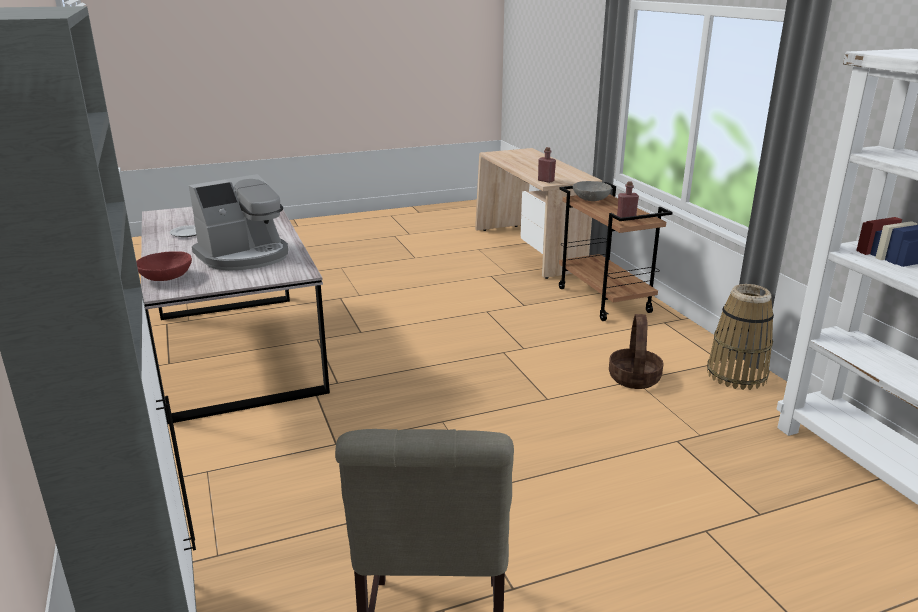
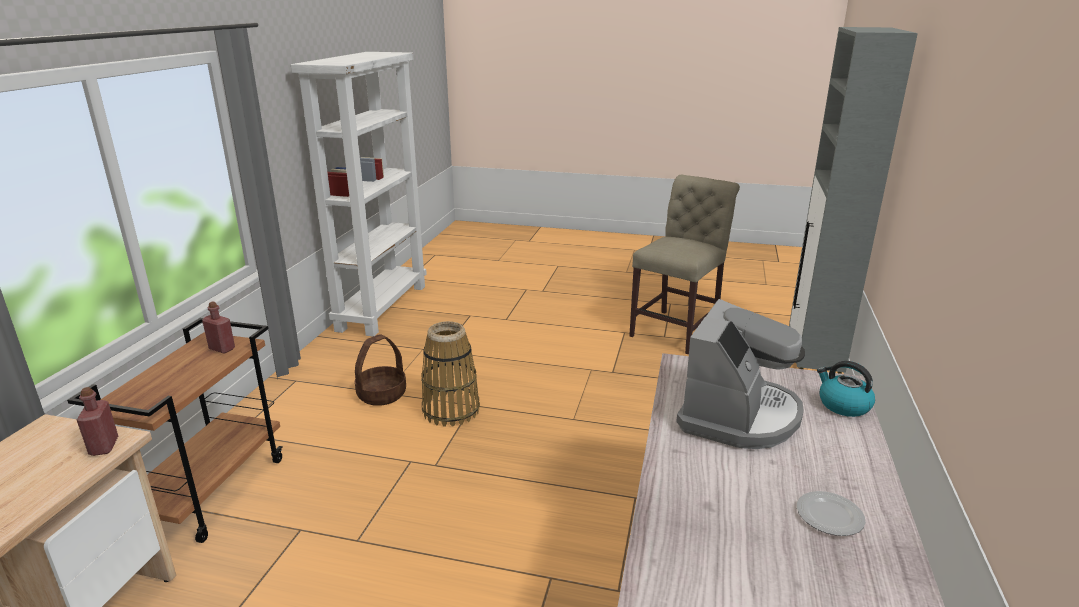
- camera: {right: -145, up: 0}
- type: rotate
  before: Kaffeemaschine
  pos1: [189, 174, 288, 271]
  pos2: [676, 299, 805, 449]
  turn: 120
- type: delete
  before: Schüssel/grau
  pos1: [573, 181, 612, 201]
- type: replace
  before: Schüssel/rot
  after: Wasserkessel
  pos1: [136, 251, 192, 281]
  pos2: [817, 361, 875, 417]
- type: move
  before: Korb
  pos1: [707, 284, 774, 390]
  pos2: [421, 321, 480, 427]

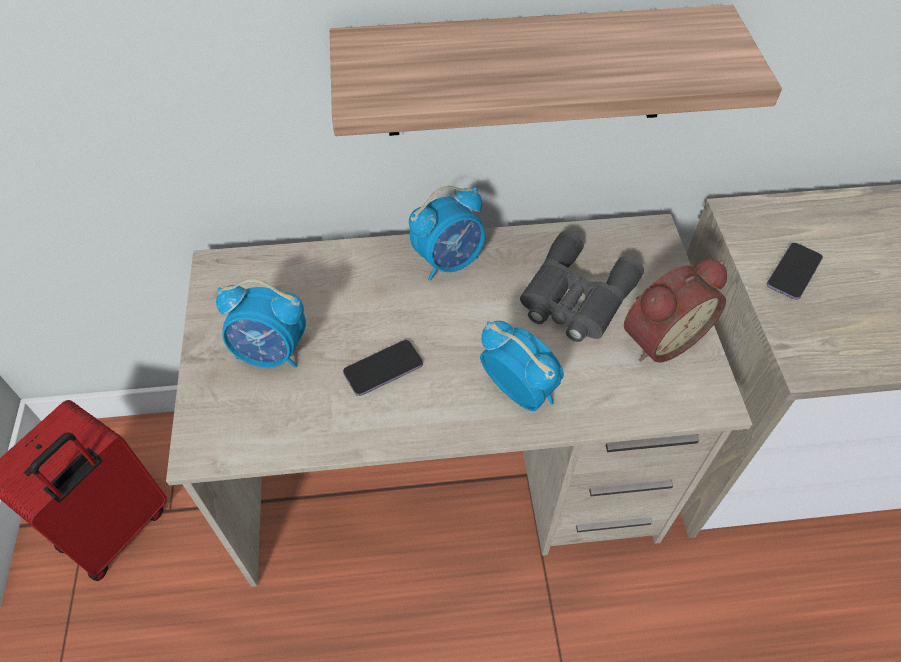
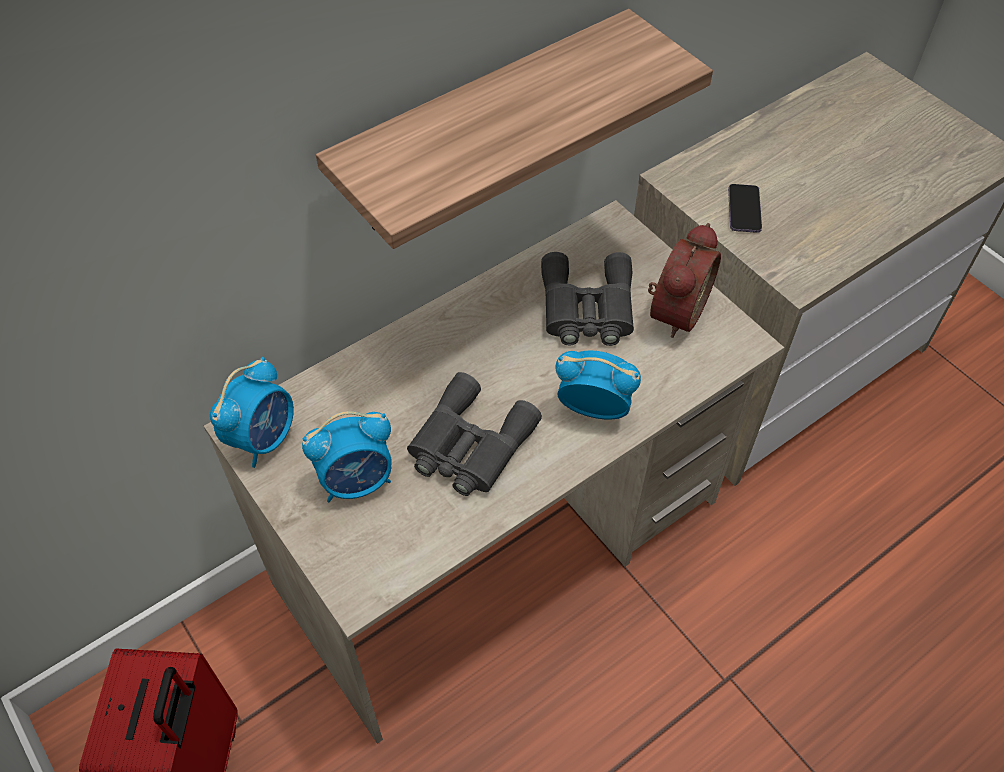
- camera: {right: -30, up: 0}
- type: move
  before: Wecker
  pos1: [409, 186, 485, 281]
  pos2: [210, 357, 294, 468]
- type: replace
  before: Handy
  after: Fernglas/grau
  pos1: [343, 340, 423, 396]
  pos2: [407, 372, 542, 496]

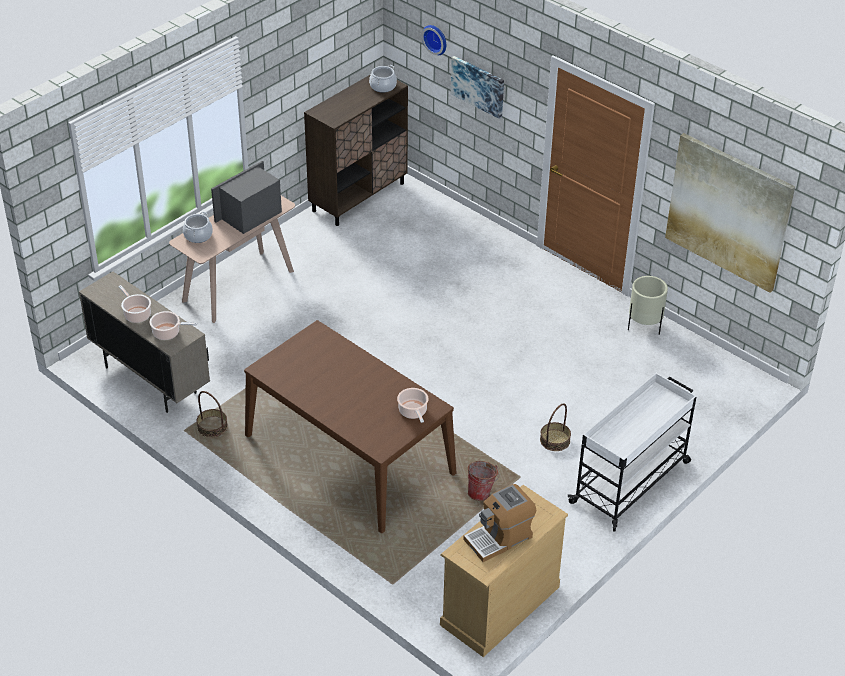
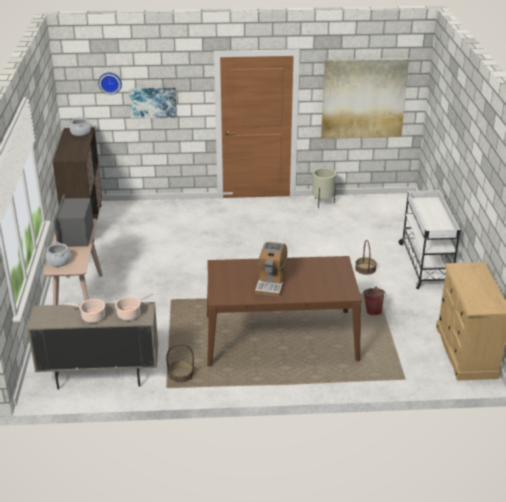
- camera: {right: -45, up: -10}
- type: delete
  before: Kochtopf
  pos1: [397, 388, 429, 423]
- type: move
  before: Kaffeemaschine
  pos1: [463, 484, 536, 562]
  pos2: [255, 242, 287, 297]

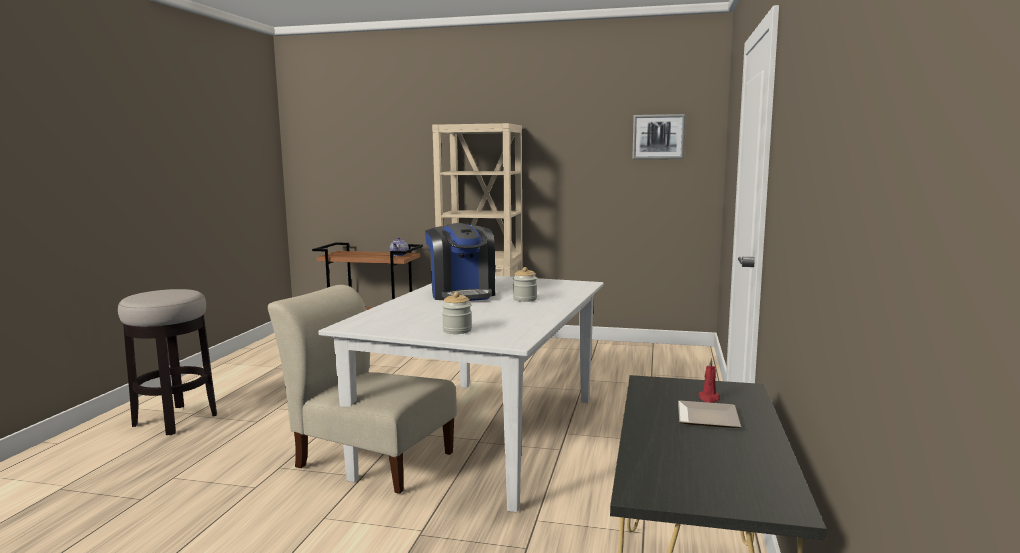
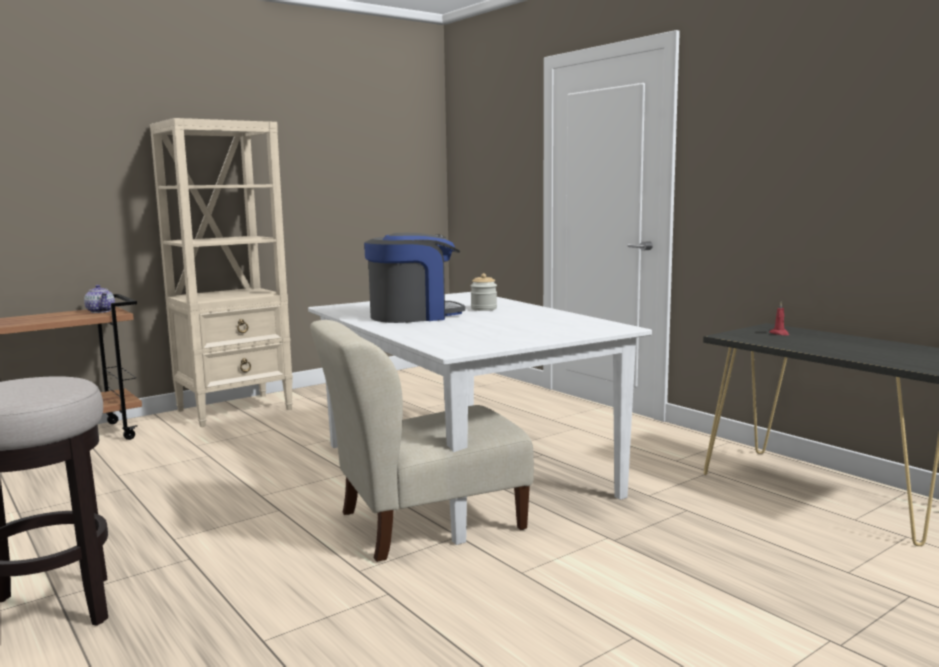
- camera: {right: -50, up: 0}
- type: delete
  before: Bild
  pos1: [632, 114, 685, 159]
- type: rotate
  before: Kaffeemaschine
  pos1: [425, 223, 495, 301]
  pos2: [364, 233, 465, 323]
  turn: -45
- type: delete
  before: Vorratsglas
  pos1: [442, 292, 472, 334]
- type: delete
  before: Teller
  pos1: [678, 401, 741, 428]

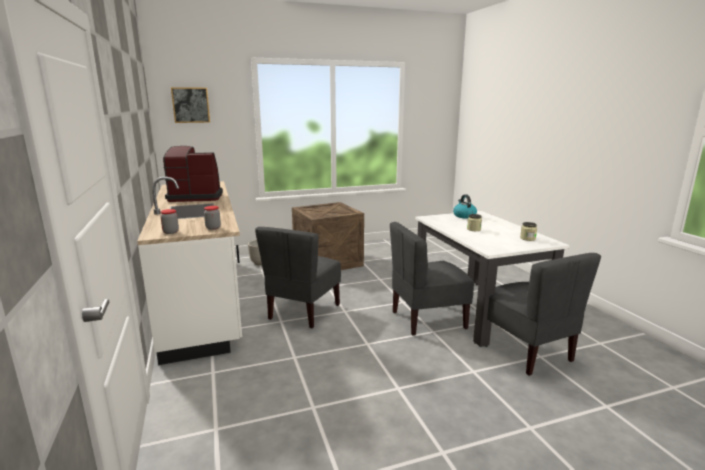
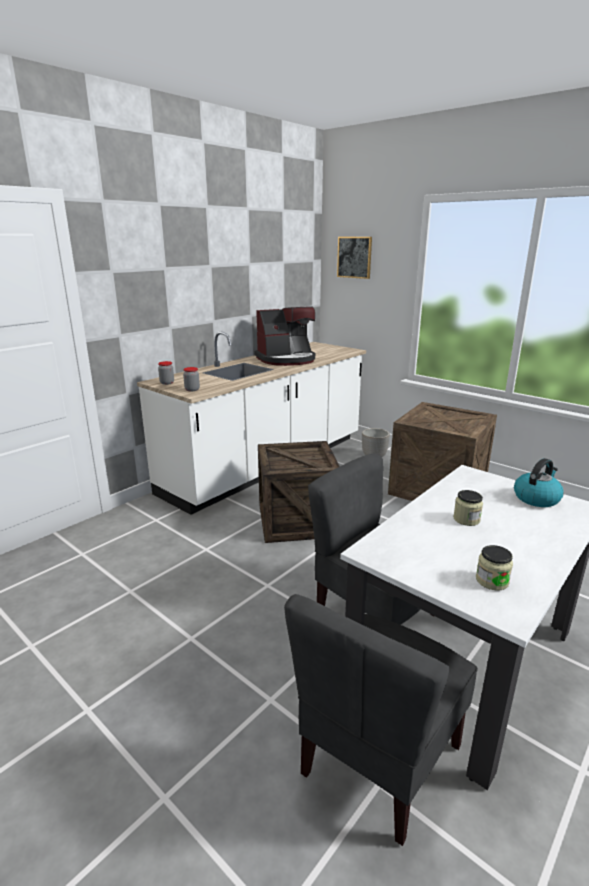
- camera: {right: 60, up: 5}
- type: rotate
  before: Kaffeemaschine
  pos1: [163, 146, 223, 202]
  pos2: [254, 306, 315, 366]
  turn: 105
- type: replace
  before: Stuhl/grau
  after: Kiste
  pos1: [255, 227, 341, 328]
  pos2: [258, 441, 340, 543]

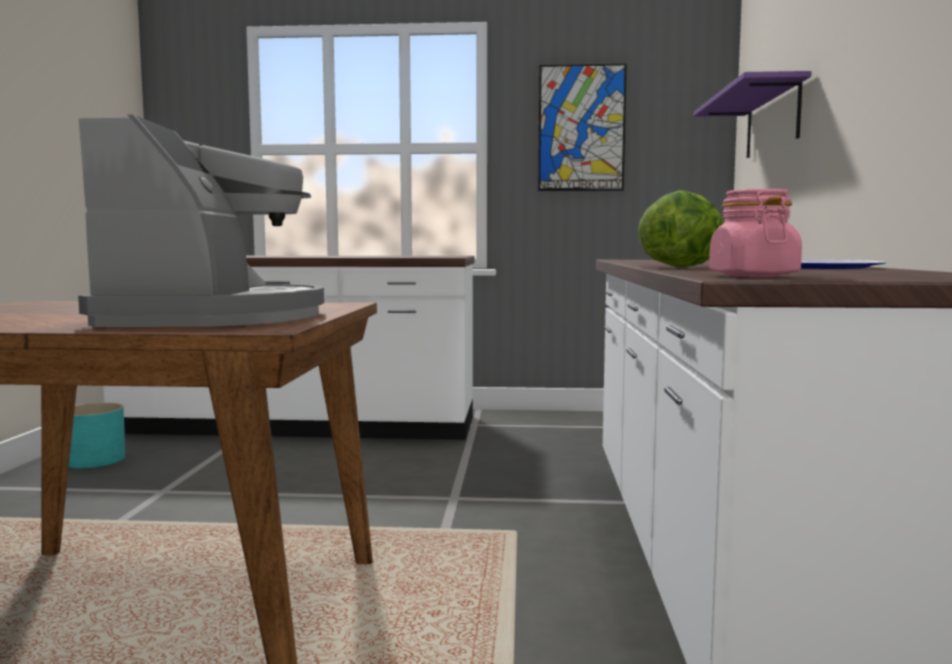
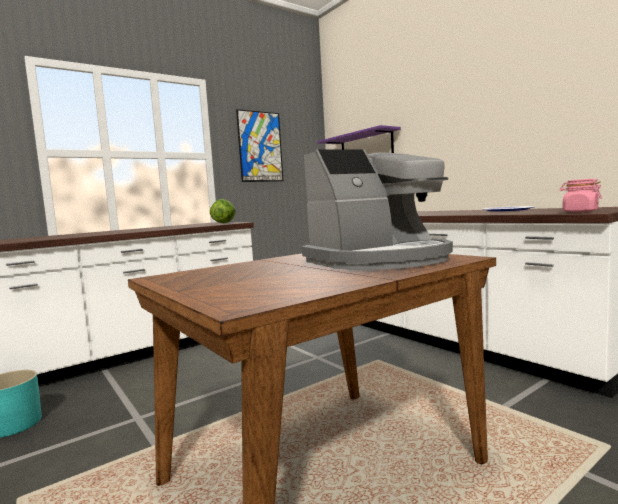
- camera: {right: -40, up: 0}
- type: rotate
  before: Kaffeemaschine
  pos1: [78, 115, 324, 327]
  pos2: [302, 149, 453, 270]
  turn: 105
- type: move
  before: Salatkopf
  pos1: [638, 190, 724, 268]
  pos2: [210, 199, 235, 223]

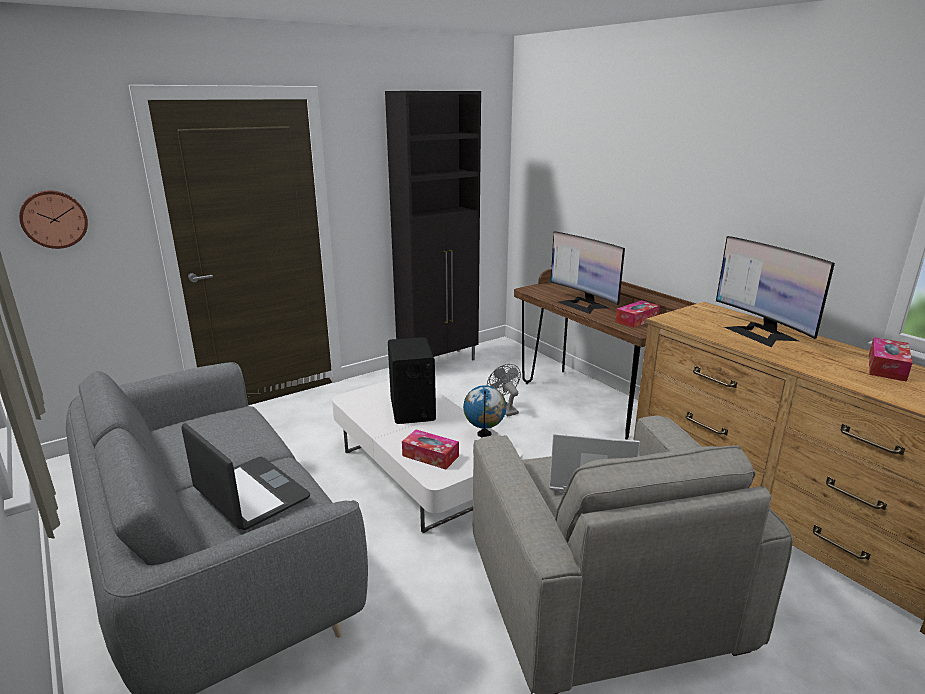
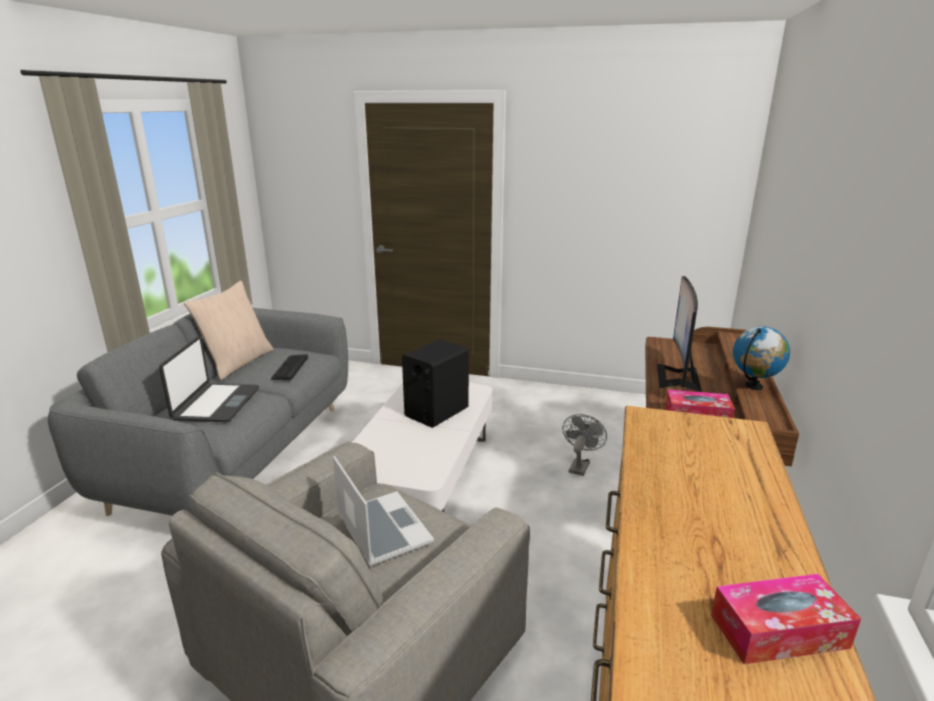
- camera: {right: 50, up: 0}
- type: delete
  before: Schrank/schwarz
  pos1: [385, 91, 481, 360]
- type: delete
  before: Wanduhr
  pos1: [19, 191, 88, 249]
- type: delete
  before: Monitor
  pos1: [716, 236, 835, 347]
- type: move
  before: Globus
  pos1: [463, 385, 506, 438]
  pos2: [733, 326, 790, 390]
- type: delete
  before: Taschentuchbox
  pos1: [402, 430, 459, 469]
- type: insert
  after: Kissen/beige
  pos2: [184, 281, 273, 380]
- type: insert
  after: Tastatur
  pos2: [271, 354, 308, 380]

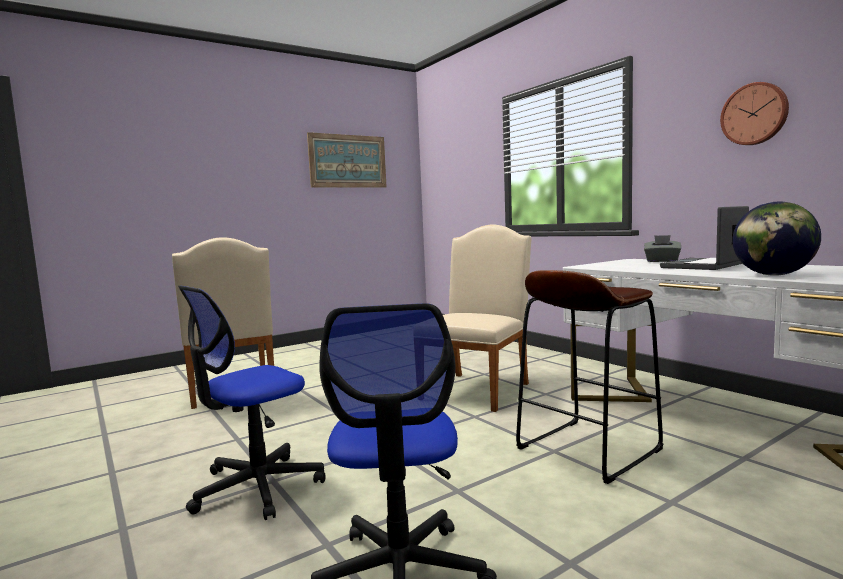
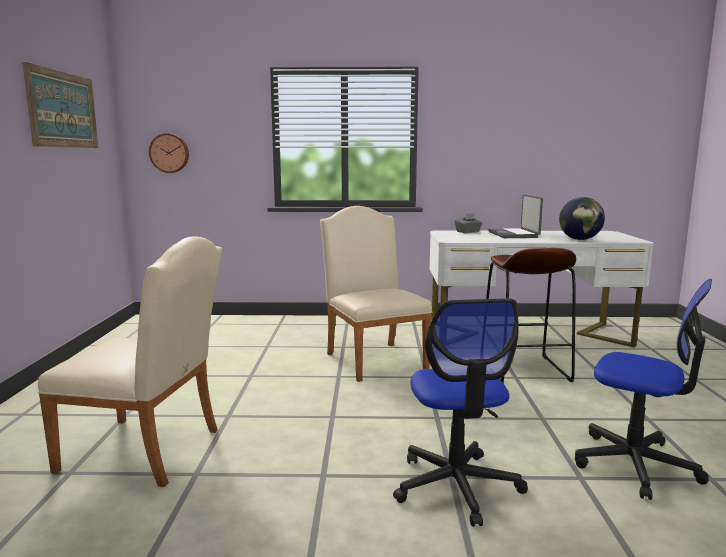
- camera: {right: -55, up: 5}
- type: move
  before: Wanduhr
  pos1: [720, 82, 789, 145]
  pos2: [149, 133, 189, 173]

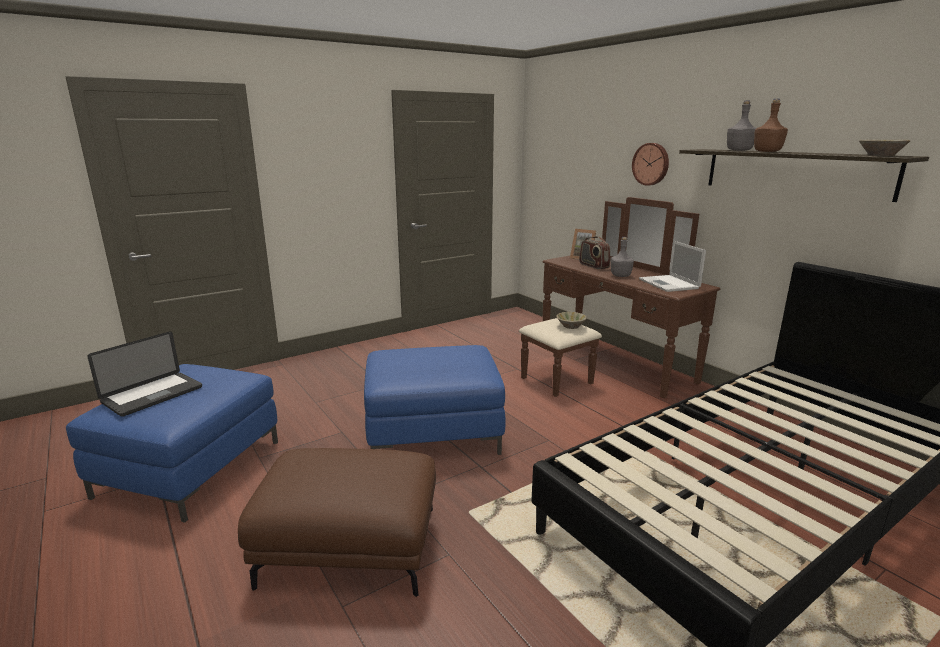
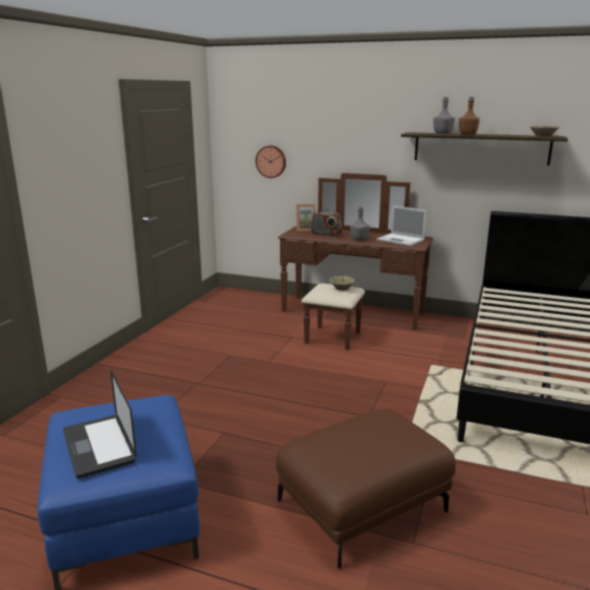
- camera: {right: -35, up: 0}
- type: move
  before: Wanduhr
  pos1: [632, 143, 669, 186]
  pos2: [255, 145, 286, 178]
- type: rotate
  before: Laptop
  pos1: [87, 331, 202, 417]
  pos2: [63, 370, 136, 479]
  turn: 150
- type: delete
  before: Polsterhocker/blau
  pos1: [364, 345, 506, 455]

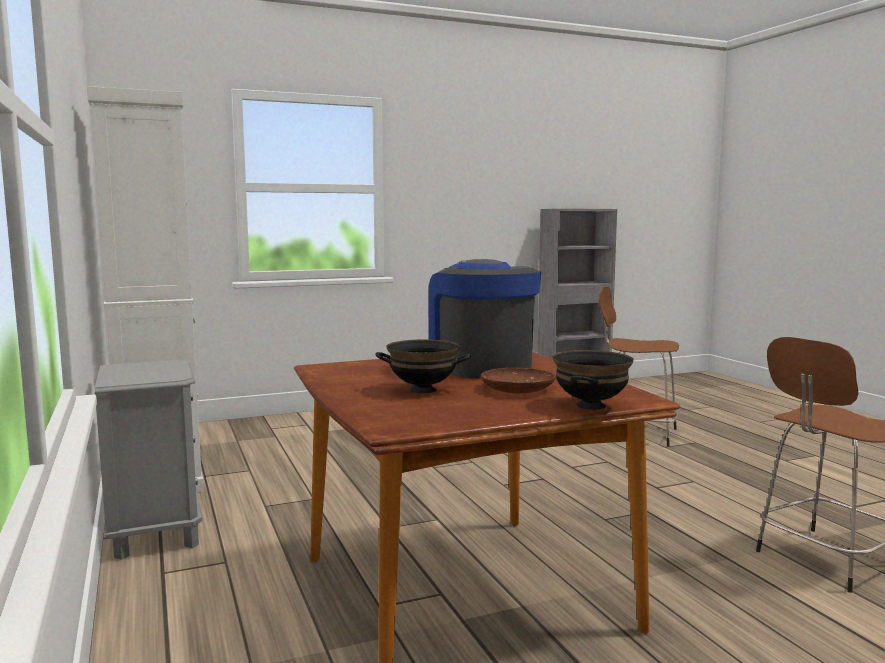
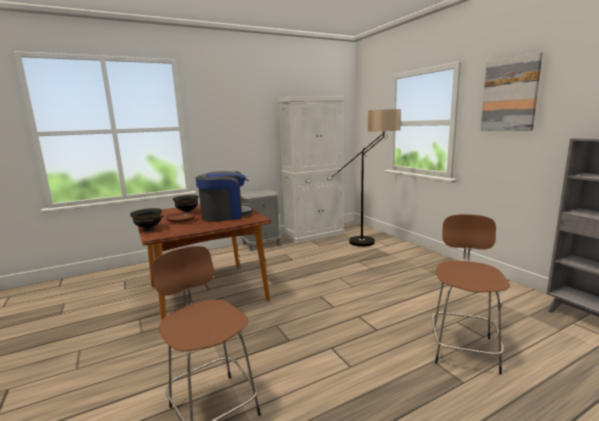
- camera: {right: 85, up: 5}
- type: insert
  after: Bild
  pos2: [481, 52, 543, 131]
- type: insert
  after: Stehlampe
  pos2: [332, 109, 401, 247]

